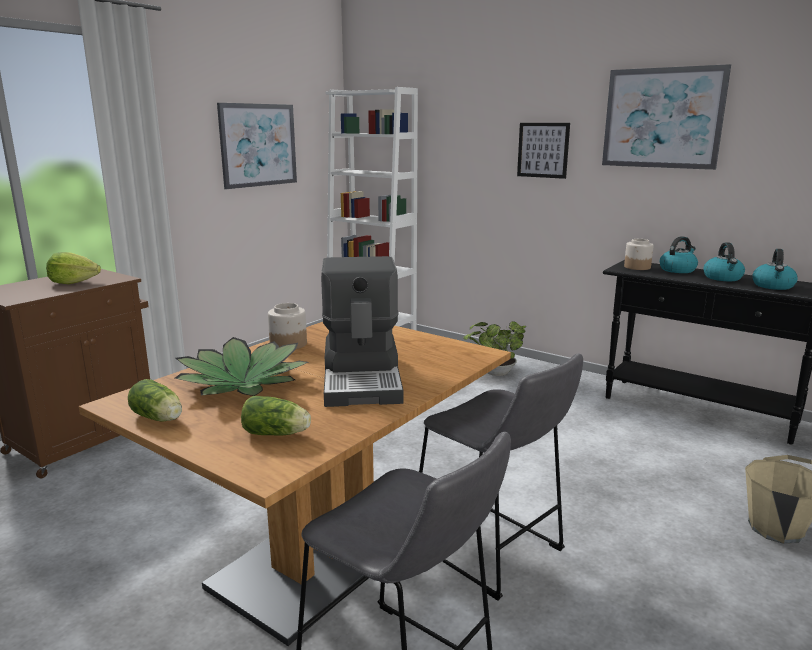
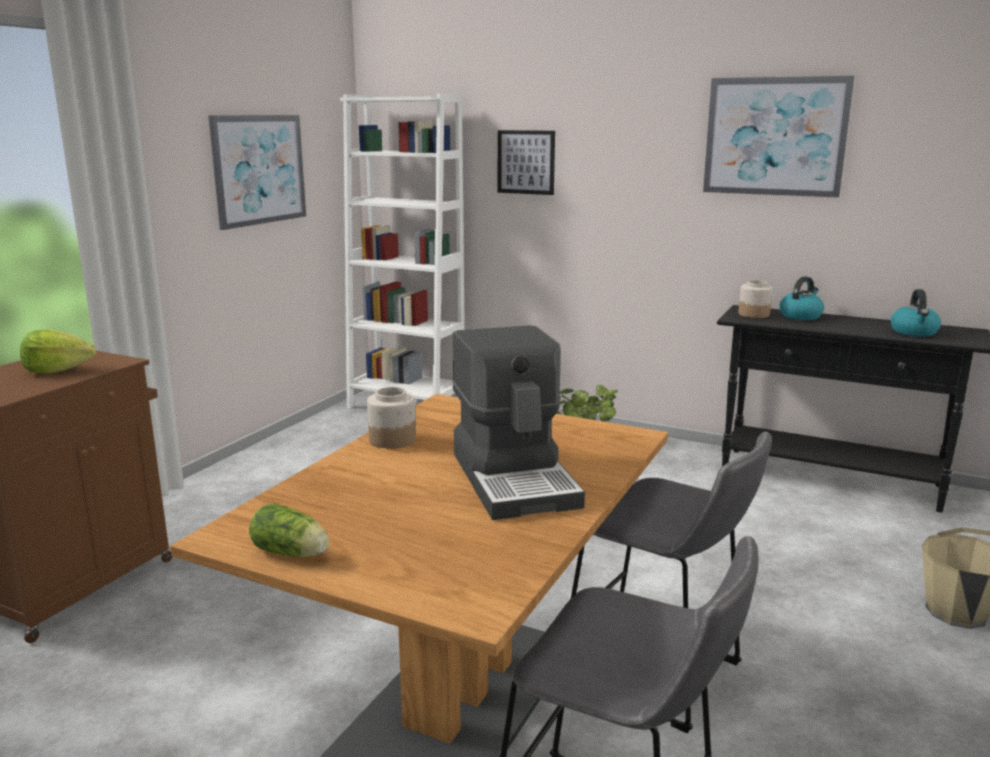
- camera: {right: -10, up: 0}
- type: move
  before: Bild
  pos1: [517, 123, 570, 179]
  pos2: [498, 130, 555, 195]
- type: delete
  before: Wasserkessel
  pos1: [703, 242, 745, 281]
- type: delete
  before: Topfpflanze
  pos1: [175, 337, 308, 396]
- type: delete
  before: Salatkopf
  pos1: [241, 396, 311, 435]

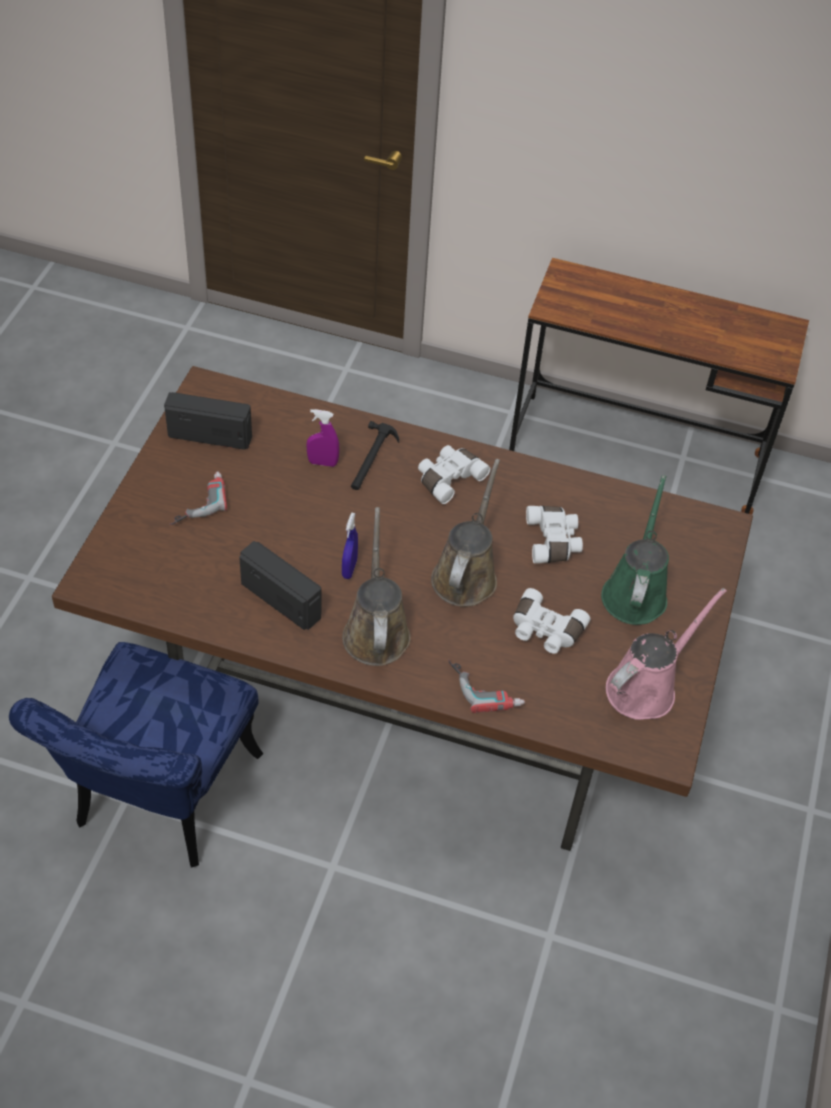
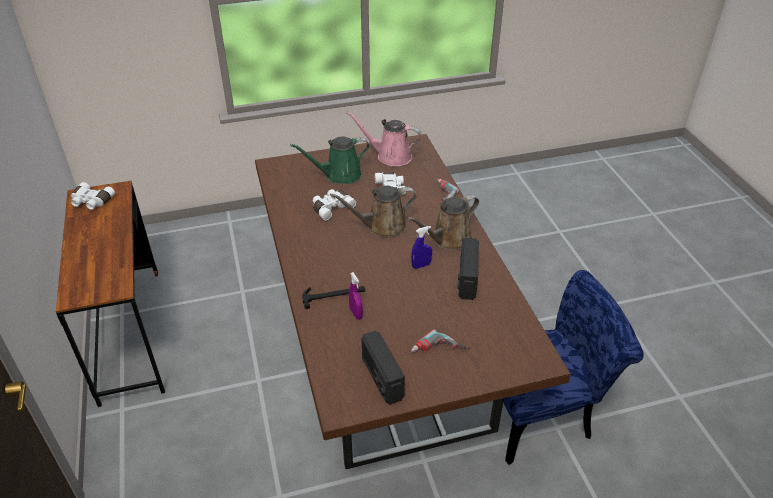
- camera: {right: -120, up: -10}
- type: move
  before: Fernglas/weiß
  pos1: [418, 445, 490, 504]
  pos2: [71, 182, 115, 210]

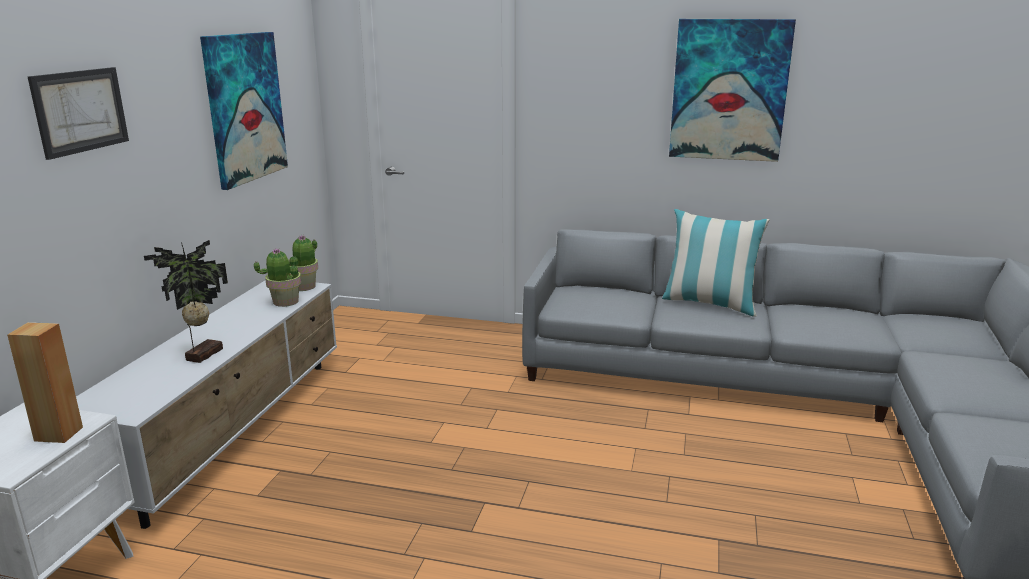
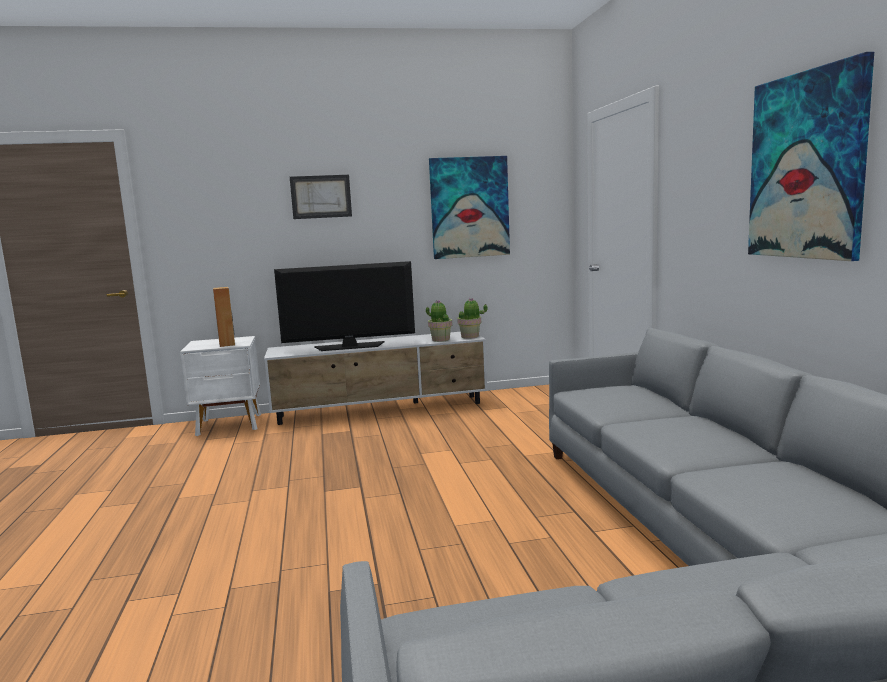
- camera: {right: 65, up: -10}
- type: delete
  before: Kissen
  pos1: [662, 209, 770, 317]
- type: replace
  before: Topfpflanze
  after: Fernseher
  pos1: [144, 240, 228, 363]
  pos2: [274, 261, 415, 351]

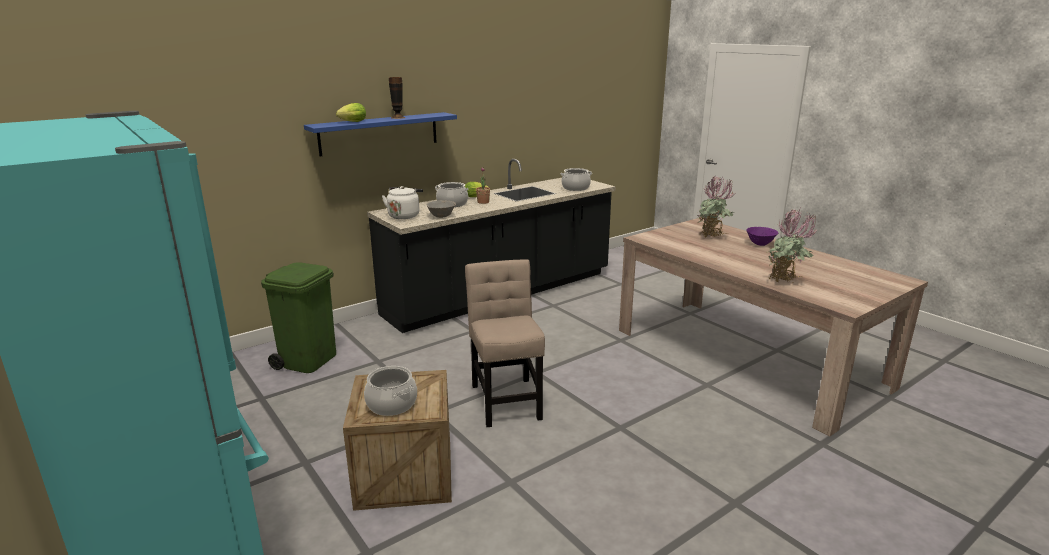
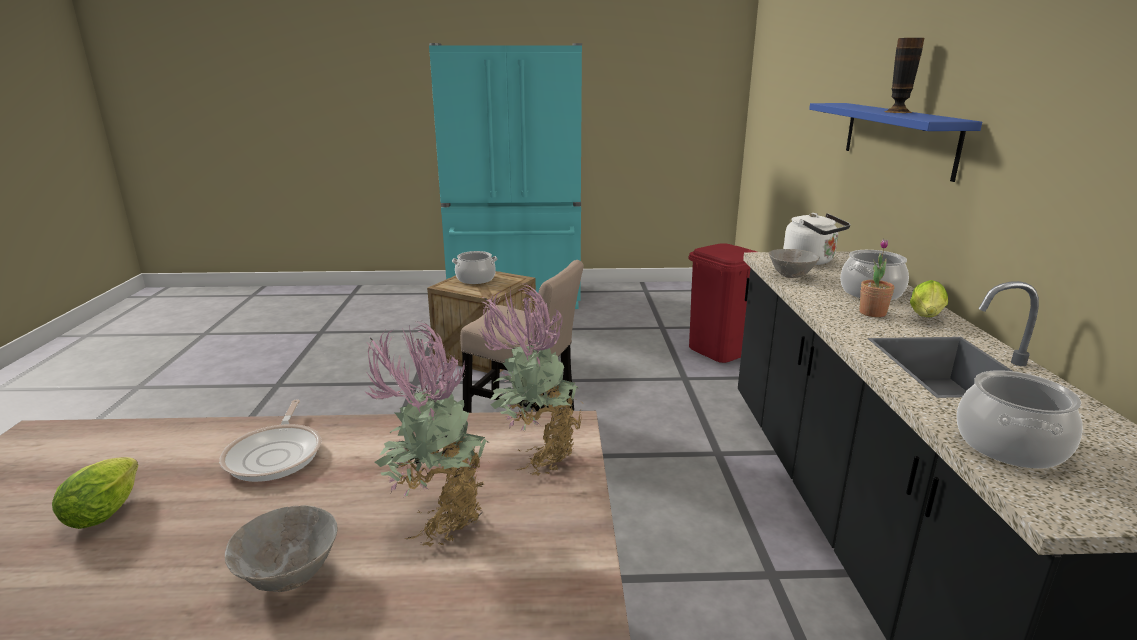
- camera: {right: 125, up: 0}
- type: move
  before: Salatkopf
  pos1: [336, 103, 366, 122]
  pos2: [52, 457, 139, 529]
- type: move
  before: Topfpflanze
  pos1: [767, 210, 818, 283]
  pos2: [478, 283, 582, 476]
- type: recolor
  before: Schüssel/lila
  after: Schüssel/grau
  pos1: [746, 227, 778, 246]
  pos2: [225, 505, 338, 592]
- type: recolor
  before: Mülleimer/grün
  after: Mülleimer/rot
  pos1: [261, 262, 336, 373]
  pos2: [689, 243, 757, 363]
- type: insert
  after: Pfanne
  pos2: [219, 400, 321, 482]

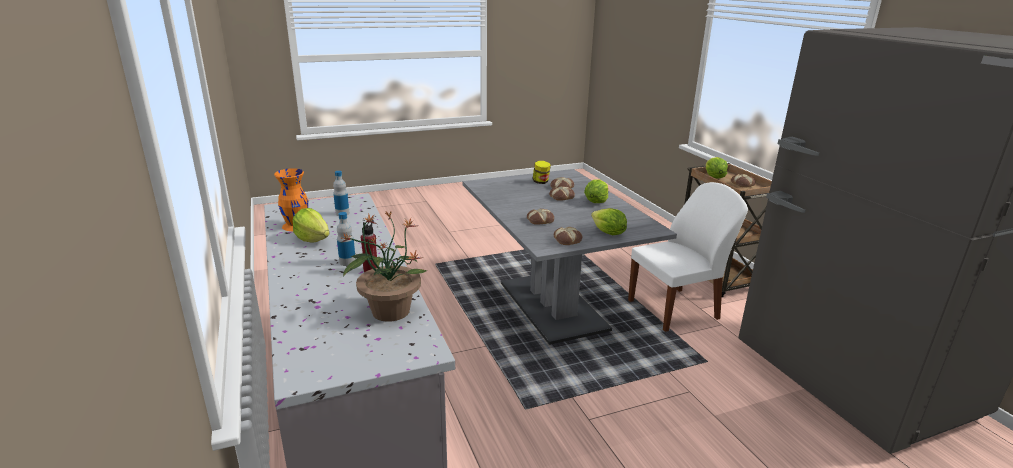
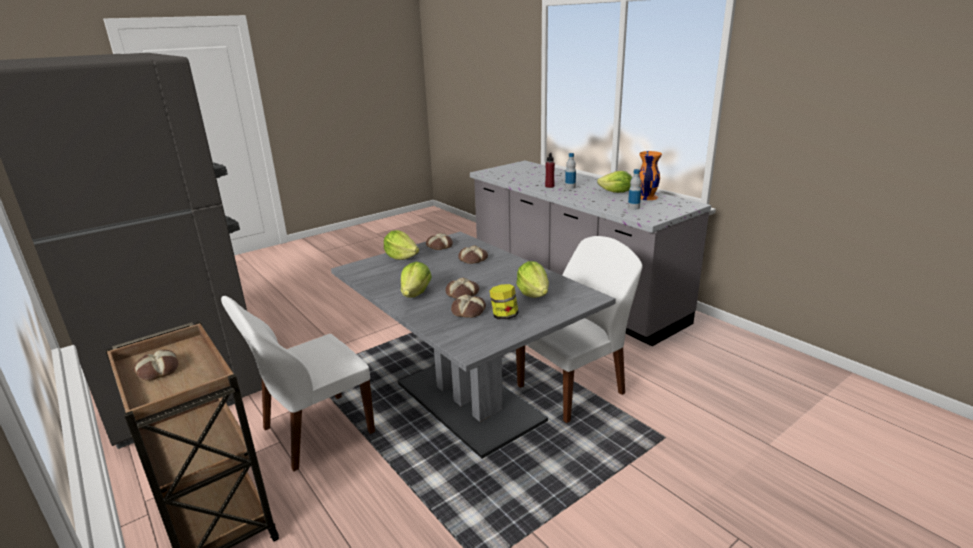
- camera: {right: 165, up: 0}
- type: move
  before: Salatkopf
  pos1: [706, 157, 728, 179]
  pos2: [516, 261, 549, 298]
- type: delete
  before: Topfpflanze
  pos1: [340, 212, 427, 322]
- type: insert
  after: Stuhl/weiß
  pos2: [516, 236, 642, 423]

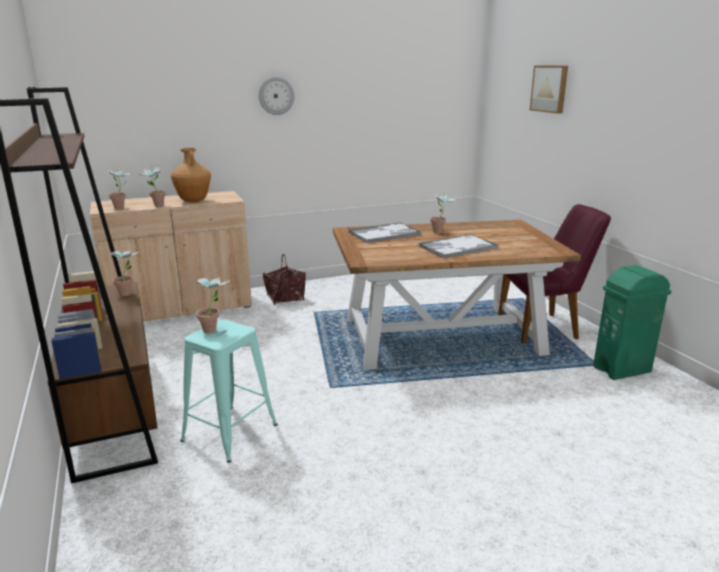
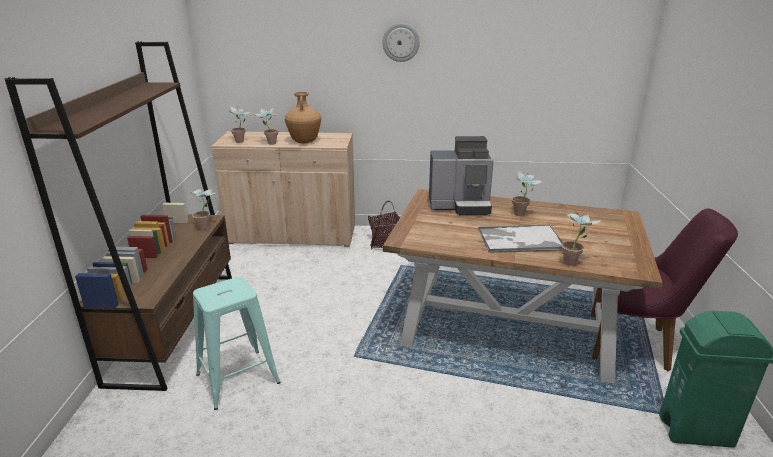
- camera: {right: 25, up: 5}
- type: delete
  before: Bild
  pos1: [530, 66, 568, 114]
- type: replace
  before: Tablett
  after: Kaffeemaschine
  pos1: [348, 222, 421, 243]
  pos2: [429, 136, 494, 215]
- type: move
  before: Topfpflanze
  pos1: [195, 275, 230, 333]
  pos2: [561, 212, 601, 266]

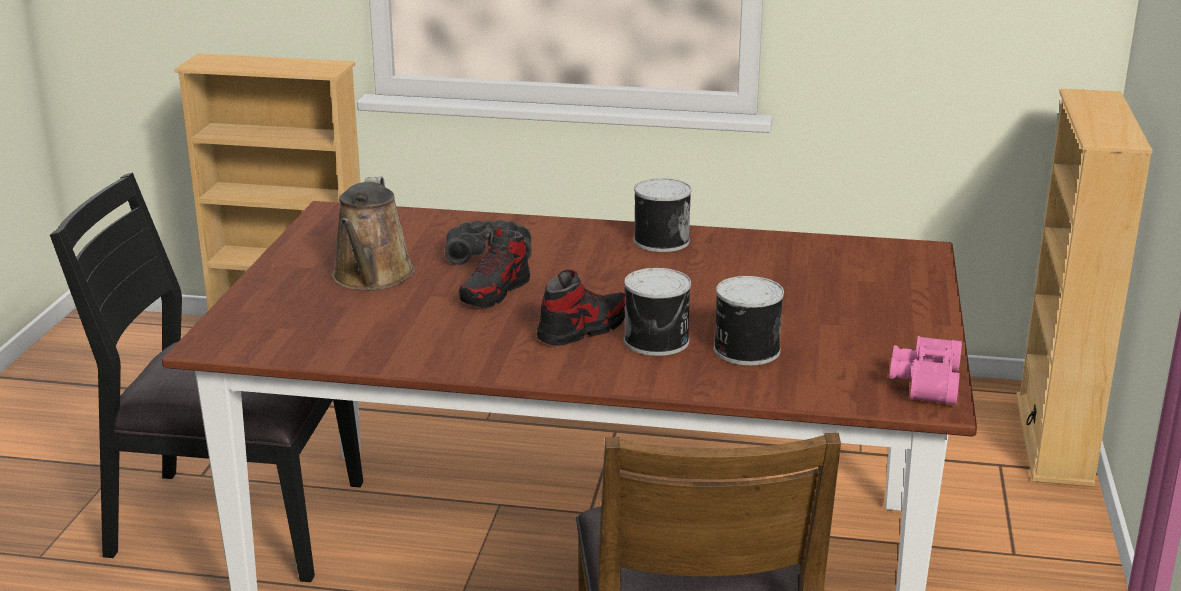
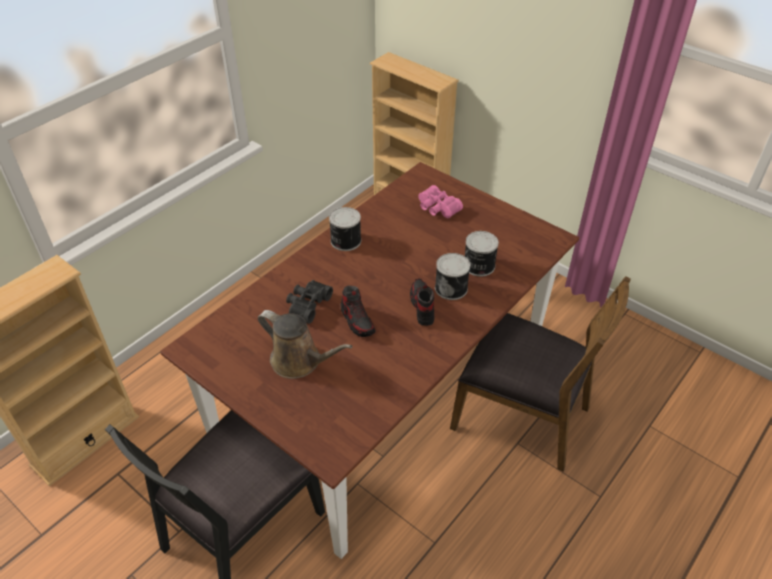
- camera: {right: -60, up: 20}
- type: move
  before: Fernglas/rosa
  pos1: [889, 336, 962, 405]
  pos2: [418, 185, 463, 218]

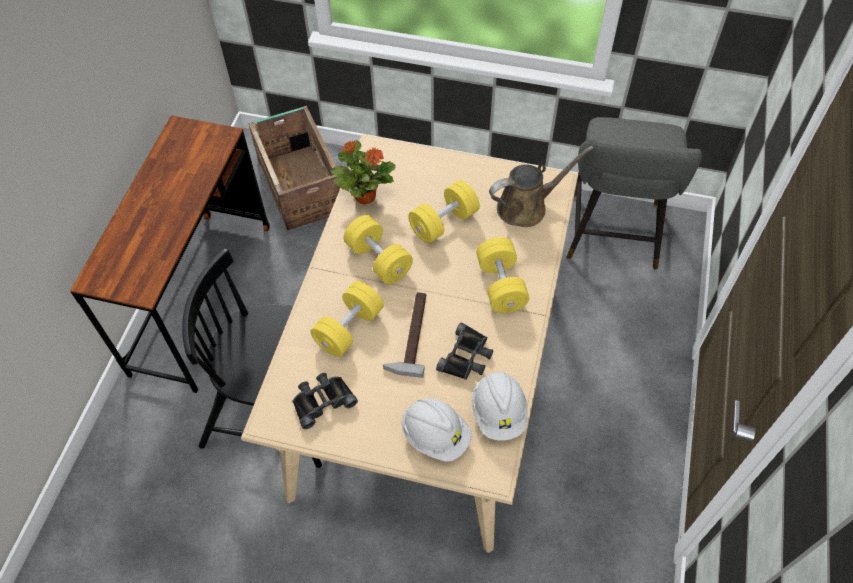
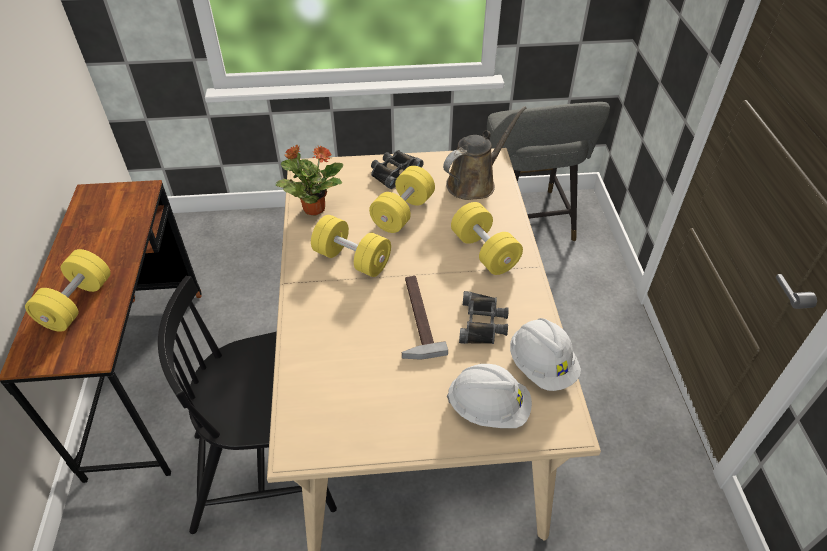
- camera: {right: -20, up: -10}
- type: delete
  before: Kiste
  pos1: [248, 106, 340, 231]
- type: move
  before: Hantel/gelb
  pos1: [311, 281, 384, 357]
  pos2: [25, 249, 111, 332]
- type: move
  before: Fernglas/schwarz
  pos1: [292, 373, 358, 429]
  pos2: [371, 150, 424, 189]

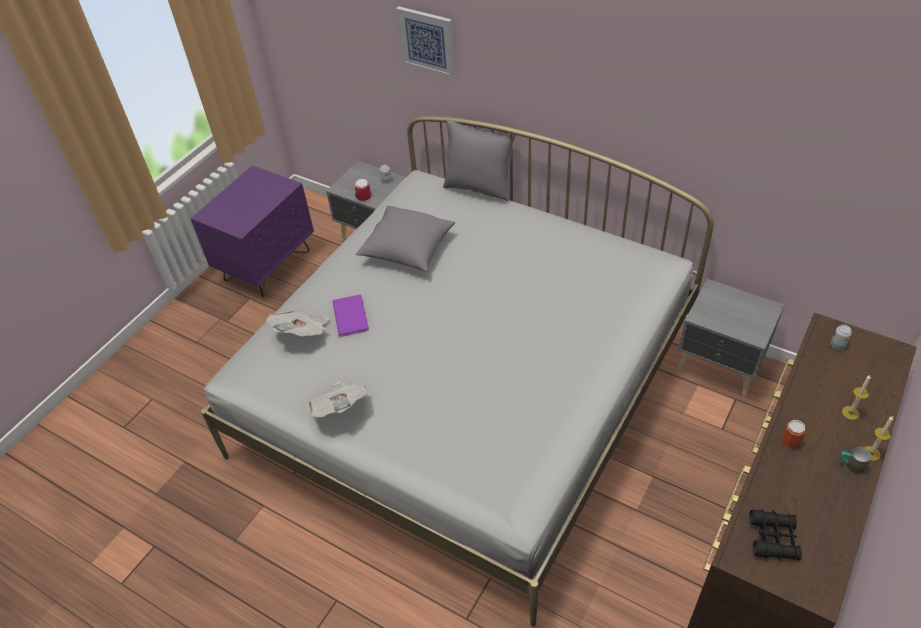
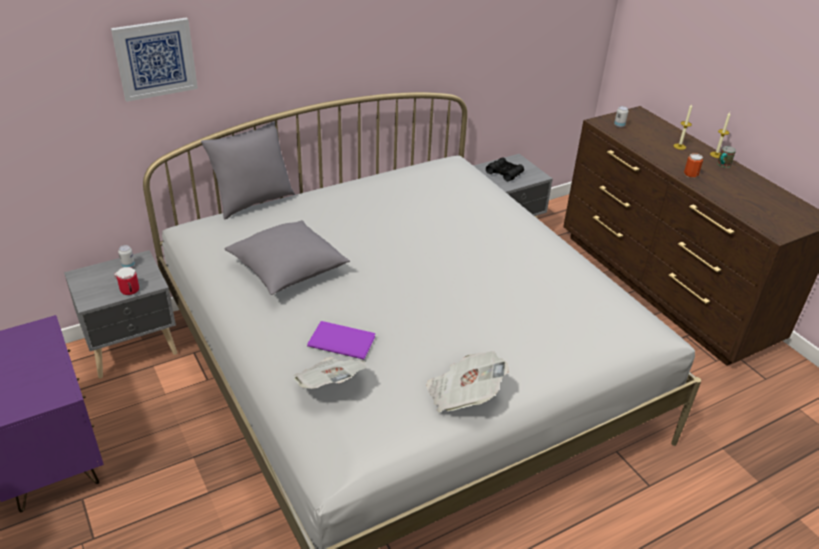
- camera: {right: -65, up: -10}
- type: move
  before: Fernglas/schwarz
  pos1: [749, 509, 802, 561]
  pos2: [486, 157, 524, 181]

